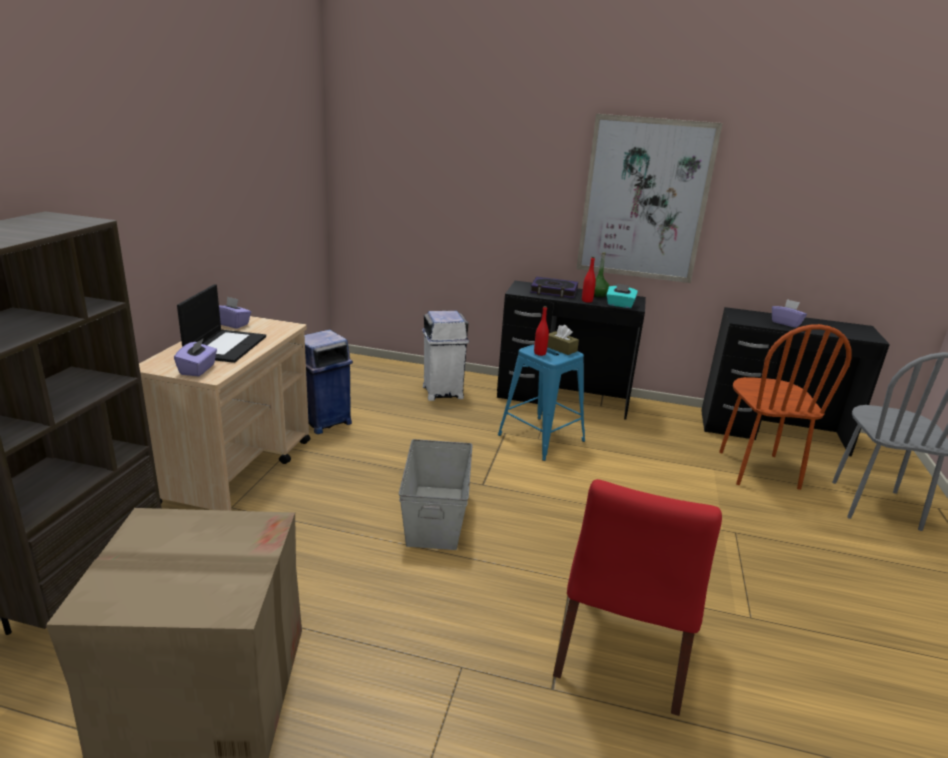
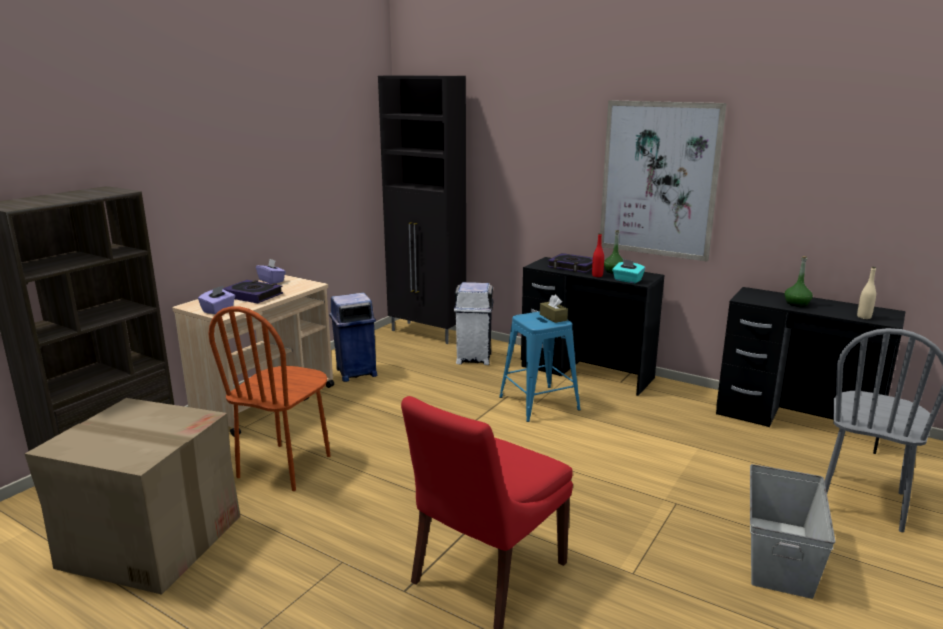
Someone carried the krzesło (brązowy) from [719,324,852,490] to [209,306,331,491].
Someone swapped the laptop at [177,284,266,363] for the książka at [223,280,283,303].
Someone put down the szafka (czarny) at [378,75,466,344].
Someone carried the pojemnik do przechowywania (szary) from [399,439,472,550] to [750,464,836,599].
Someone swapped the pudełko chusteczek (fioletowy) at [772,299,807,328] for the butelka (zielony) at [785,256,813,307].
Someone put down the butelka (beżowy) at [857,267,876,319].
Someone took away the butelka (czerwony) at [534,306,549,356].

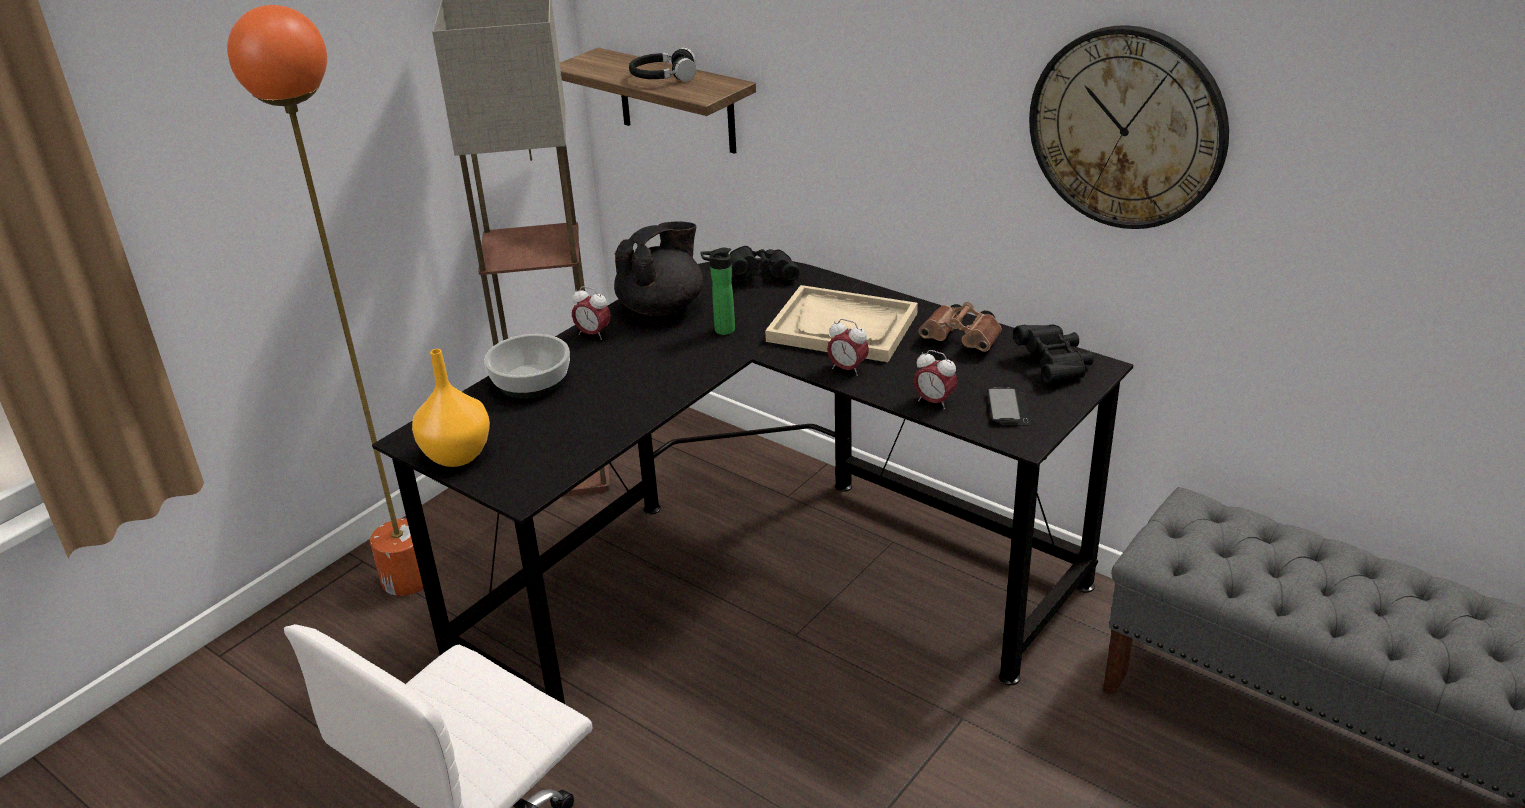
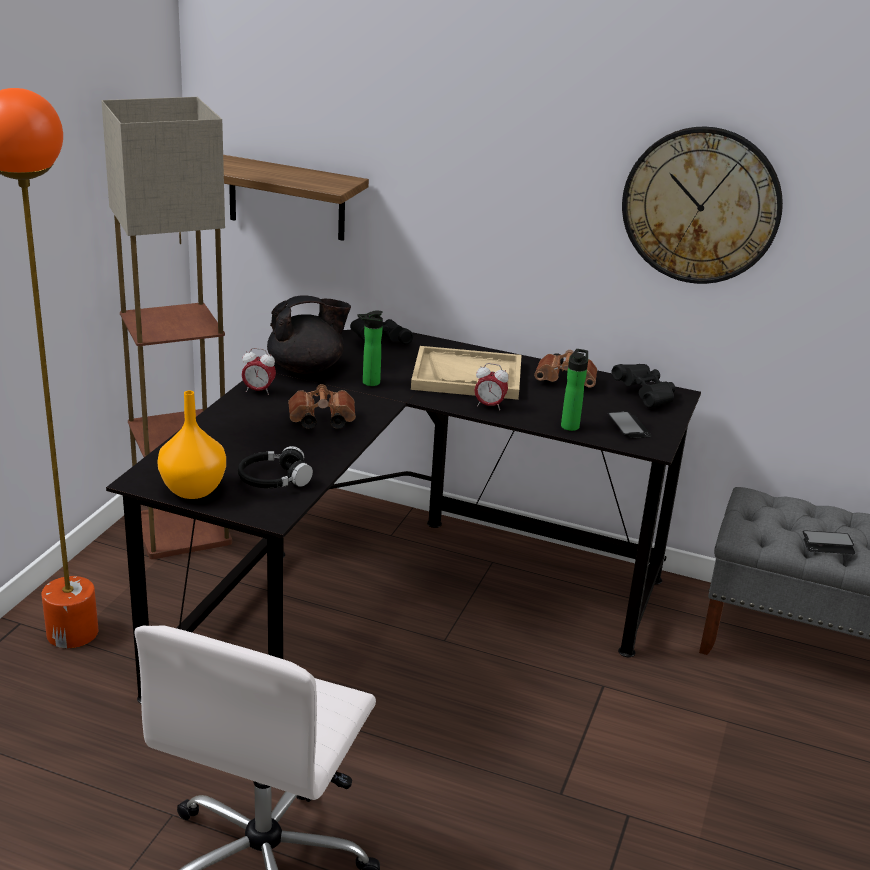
Someone carried the słuchawki (czarny) from [629,48,697,82] to [238,446,313,488].
Someone rotated the imbryk (czarny) at [614,221,703,316] by 45 degrees clockwise.
Someone put down the lornetka (brązowy) at [288,384,356,429].
Someone swapped the budzik at [914,350,958,410] for the butelka at [561,349,588,431].
Someone put down the telefon at [803,530,855,554].
Someone took away the miska at [484,334,570,399].

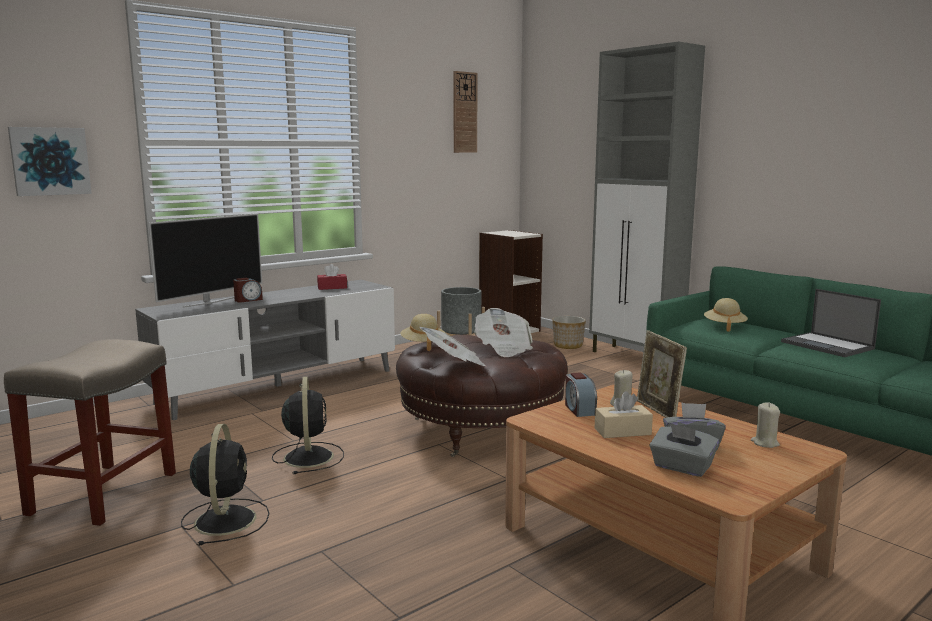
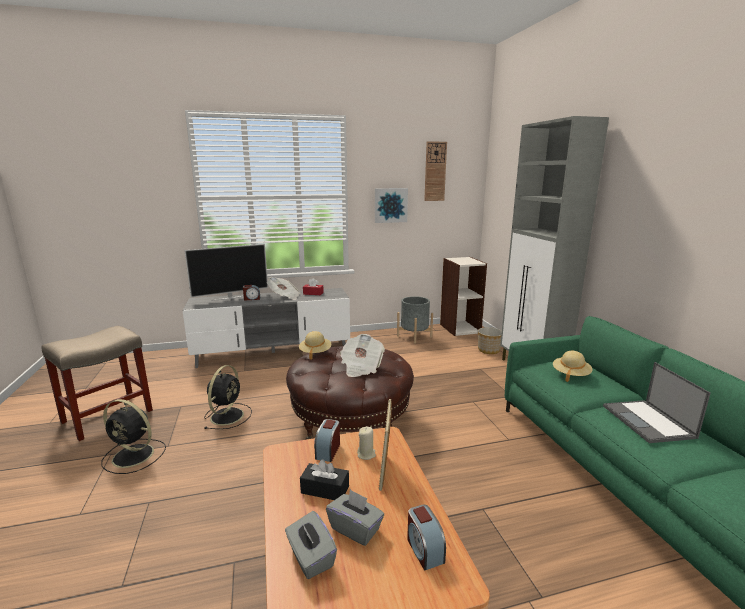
Someone rotated the wentylator (czarny) at [181,424,269,545] by 90 degrees clockwise.
Someone carried the gazeta from [419,327,486,366] to [267,277,300,300].
Someone repainted the pudełko chusteczek (beżowy) at [595,391,653,438], which became the pudełko chusteczek (czarny) at [300,459,349,500].
Someone carried the obraz from [8,127,92,196] to [375,188,408,223].
Someone swapped the świeca (beżowy) at [751,402,780,448] for the budzik at [407,505,446,571].

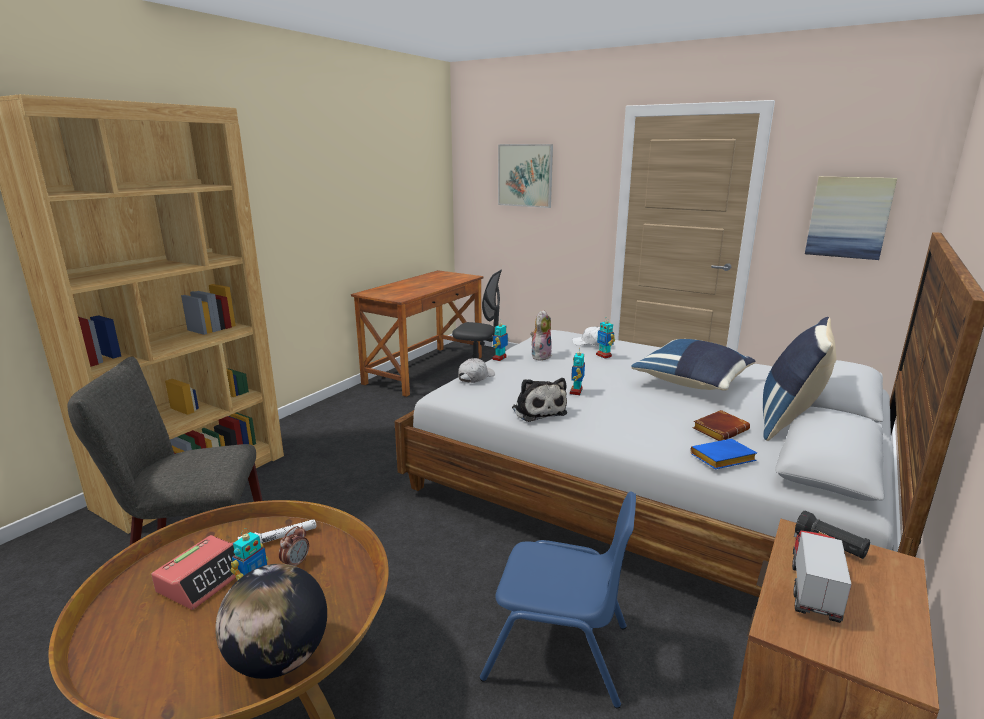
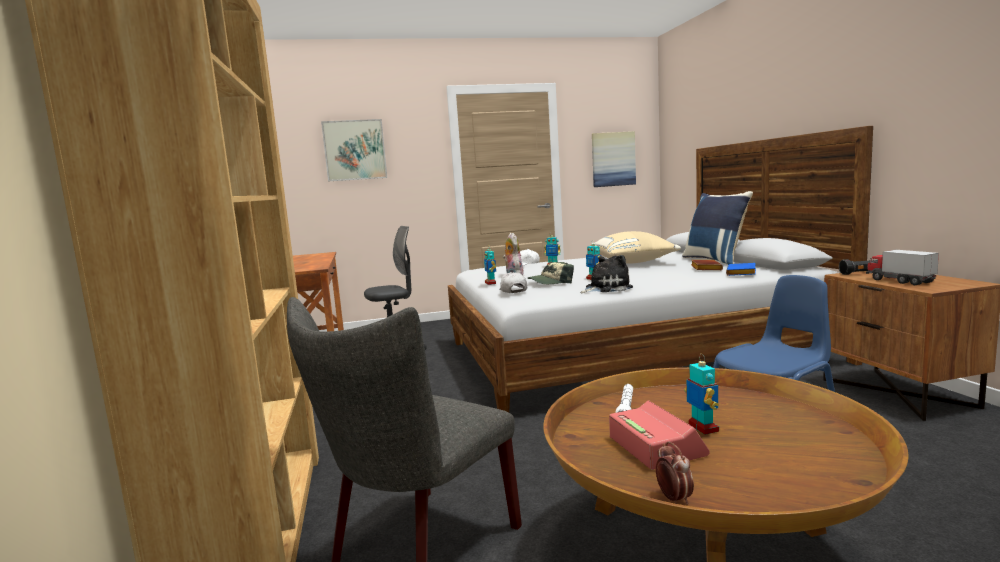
Someone put down the czapka z daszkiem at [527,262,574,284].
Someone rotated the pluszak at [512,378,567,422] by 45 degrees counterclockwise.
Someone repainted the poduszka (niebieski) at [631,339,755,391], which became the poduszka (beżowy) at [590,231,681,263].
Someone carried the budzik from [279,526,309,566] to [656,441,694,505].
Someone took away the globus at [215,564,327,679].

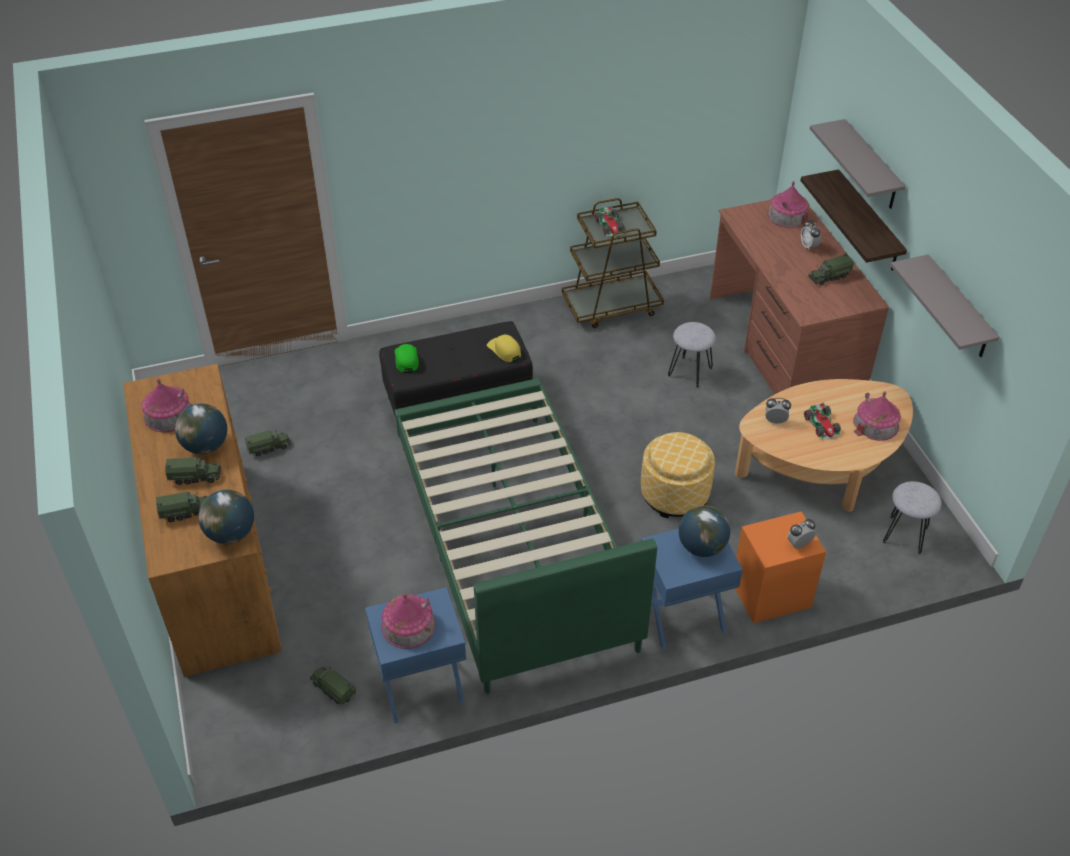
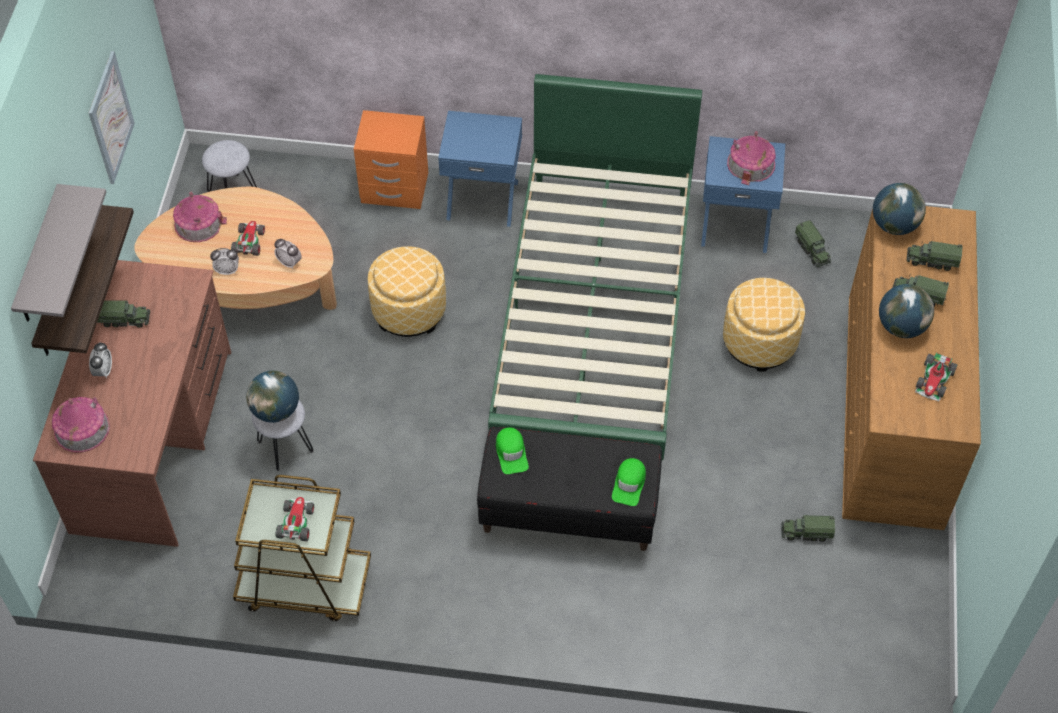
Someone swapped the półka (szary) at [890,254,1000,357] for the obraz at [89,51,135,184].
Someone carried the budzik from [787,519,816,549] to [210,248,239,275].
Someone carried the globus from [679,505,730,557] to [246,371,299,423].
Someone repainted the czapka z daszkiem (żółty) at [487,335,521,362], which became the czapka z daszkiem (zielony) at [496,427,529,474].
Someone put down the pufa at [723,278,805,372].
Someone swapped the domek at [142,379,192,432] for the samochodzik at [915,352,957,401].

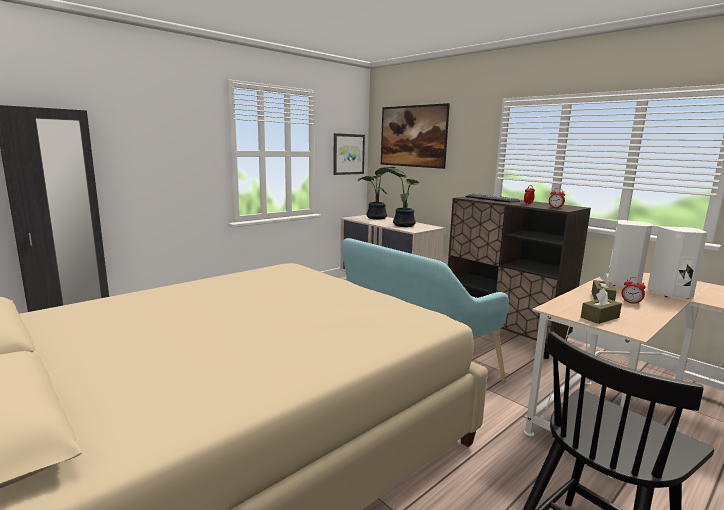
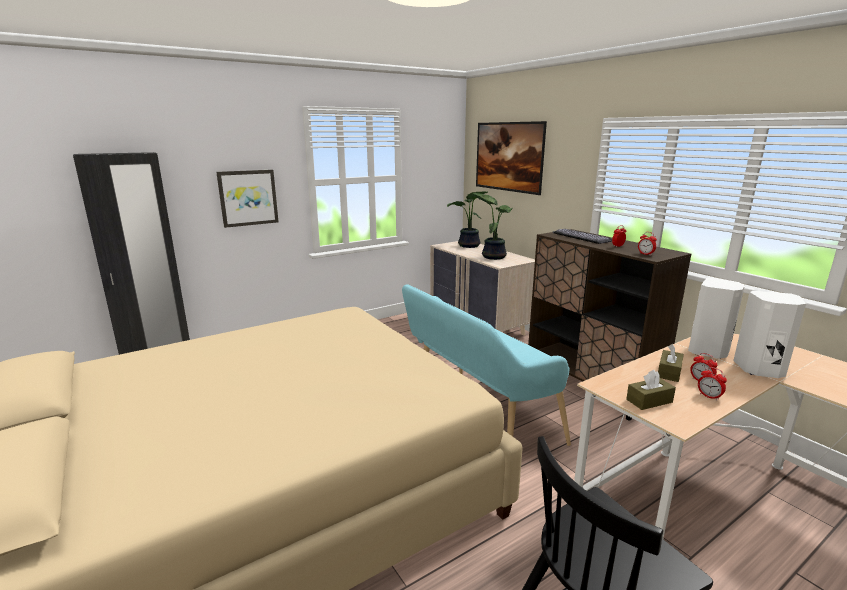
Someone carried the obraz from [333,133,365,175] to [216,170,279,228].
Someone put down the budzik at [698,367,727,401].

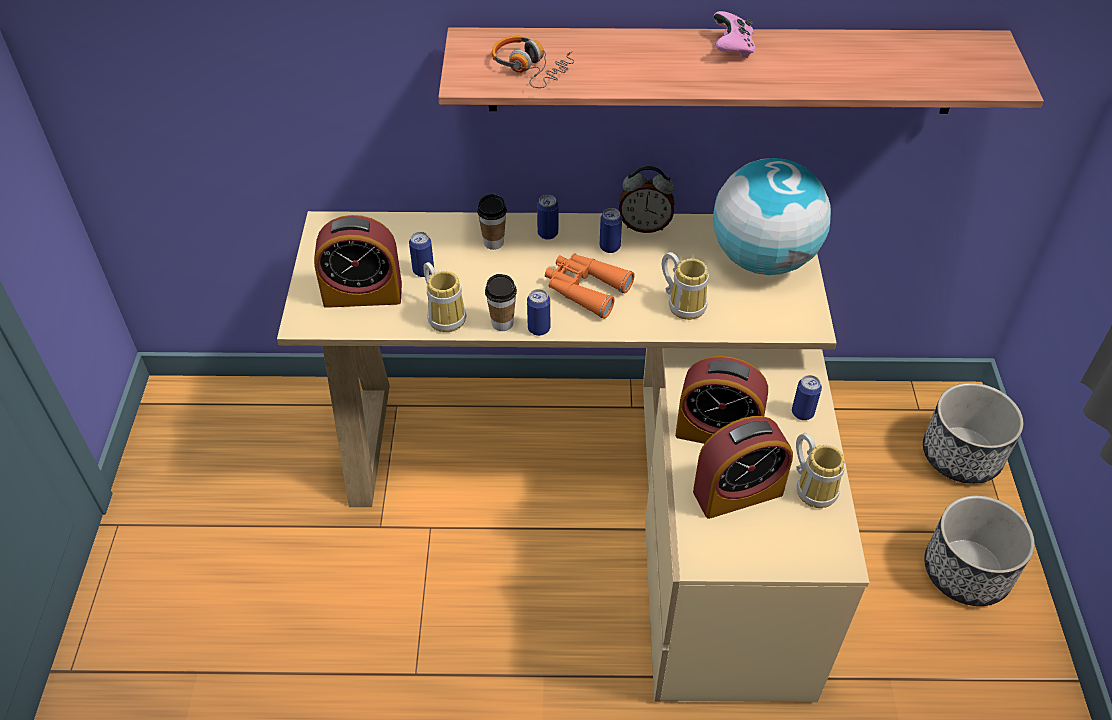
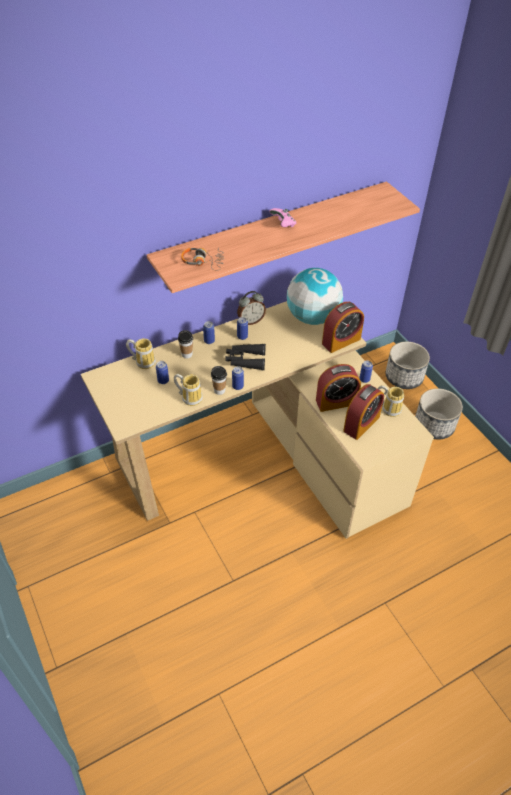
Someone carried the kubek from [662,252,709,320] to [126,338,156,369].
Someone repainted the lornetka (pomarańczowy) at [545,253,635,319], which became the lornetka (czarny) at [225,344,266,370].
Someone carried the budzik from [314,215,402,308] to [322,302,364,353].

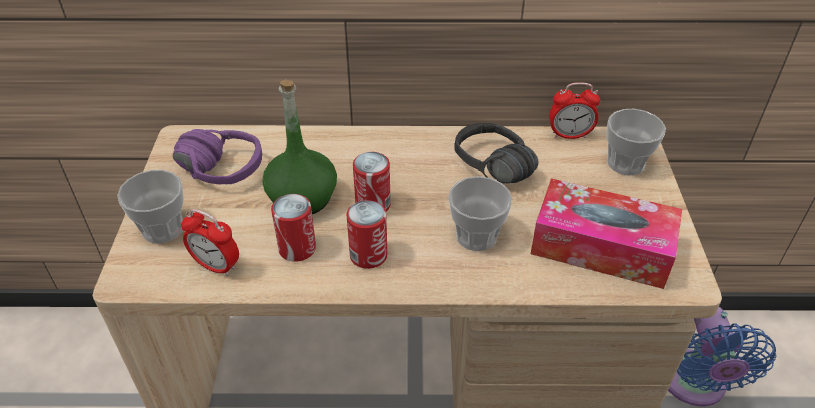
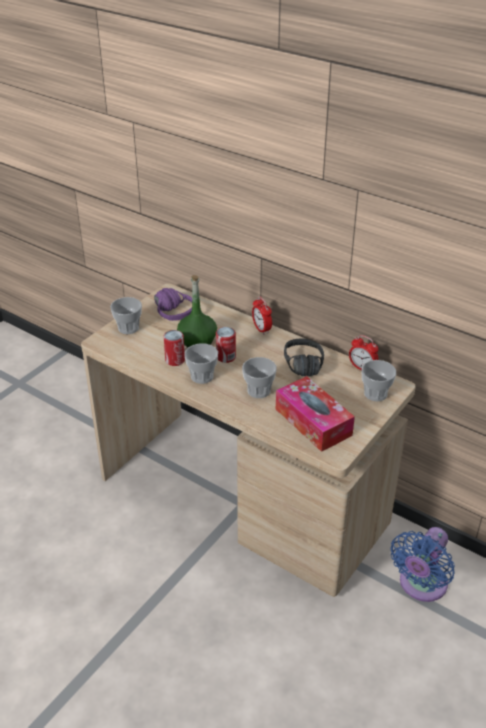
Someone swapped the puszka at [347,200,387,269] for the filiżanka at [184,343,218,384].
Someone carried the budzik from [181,209,239,277] to [252,297,272,335].

